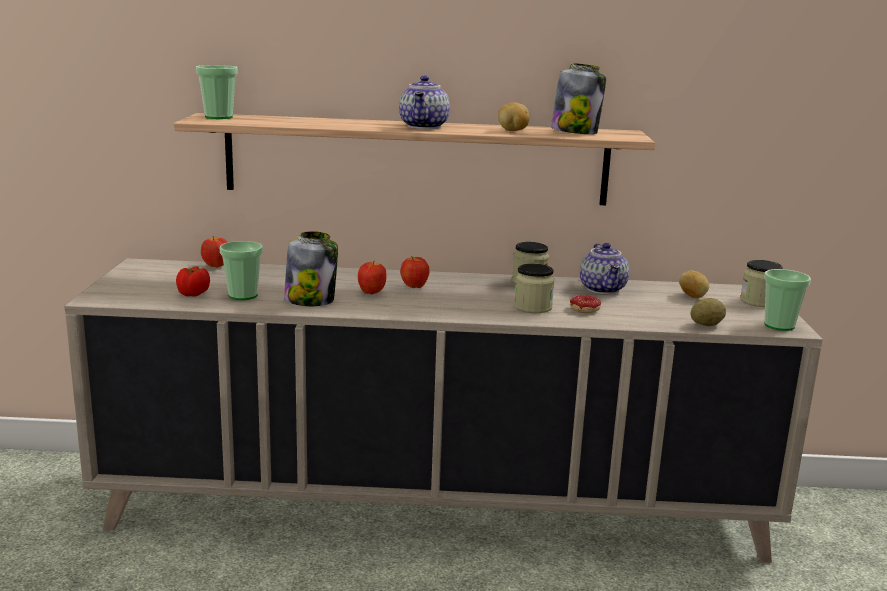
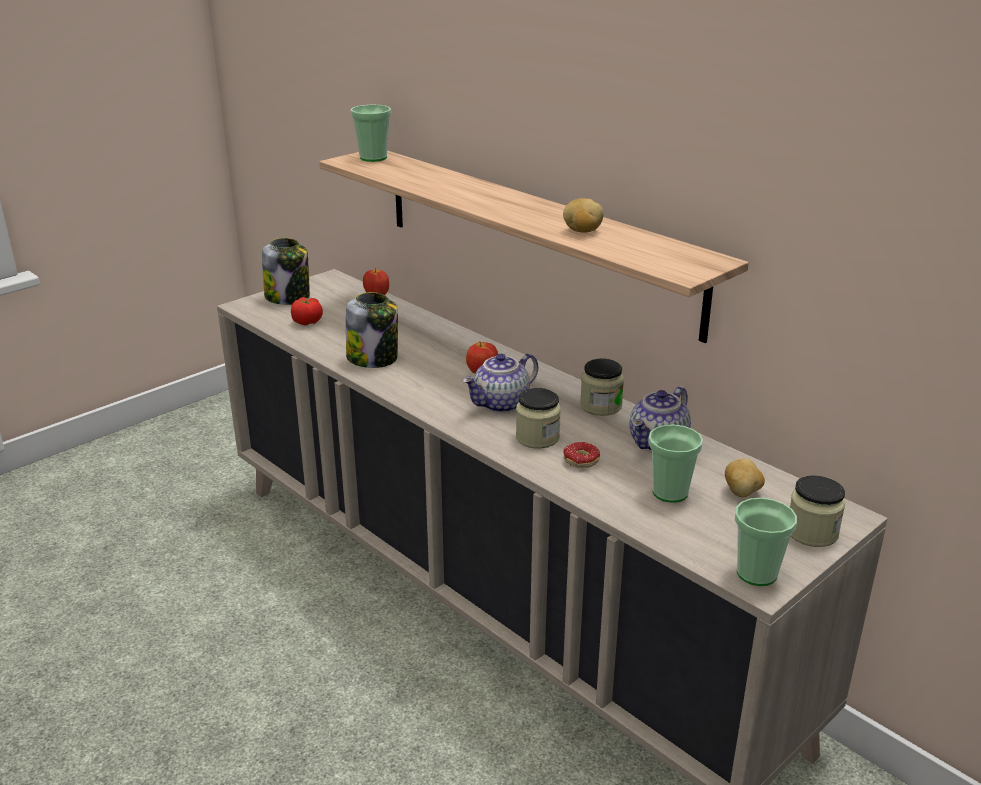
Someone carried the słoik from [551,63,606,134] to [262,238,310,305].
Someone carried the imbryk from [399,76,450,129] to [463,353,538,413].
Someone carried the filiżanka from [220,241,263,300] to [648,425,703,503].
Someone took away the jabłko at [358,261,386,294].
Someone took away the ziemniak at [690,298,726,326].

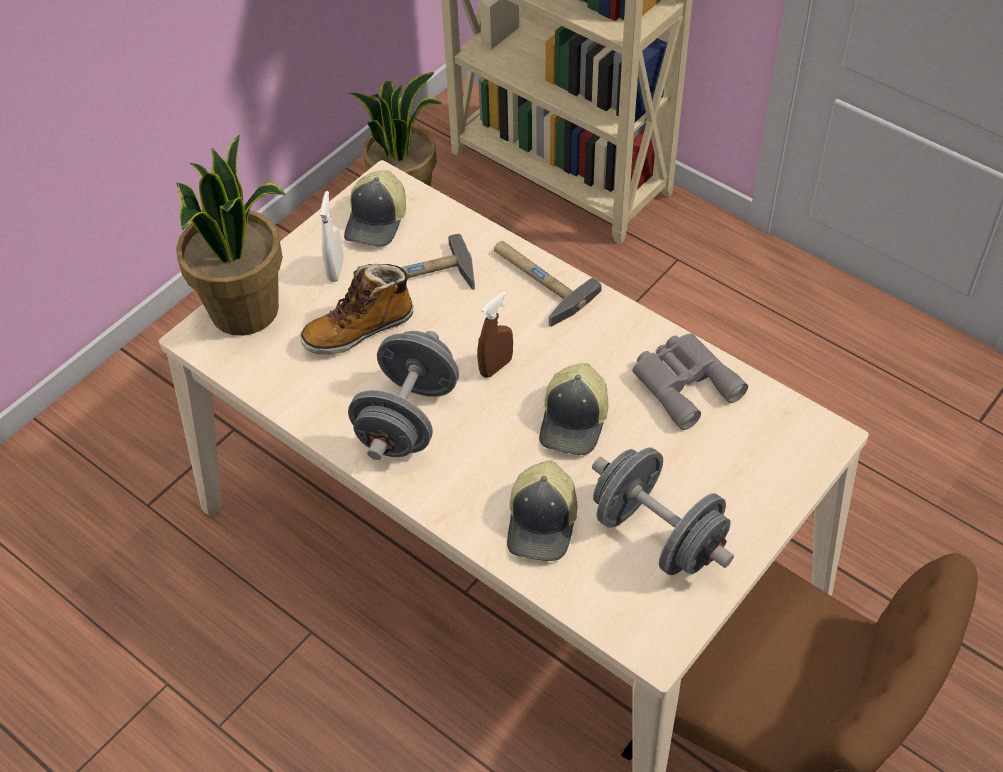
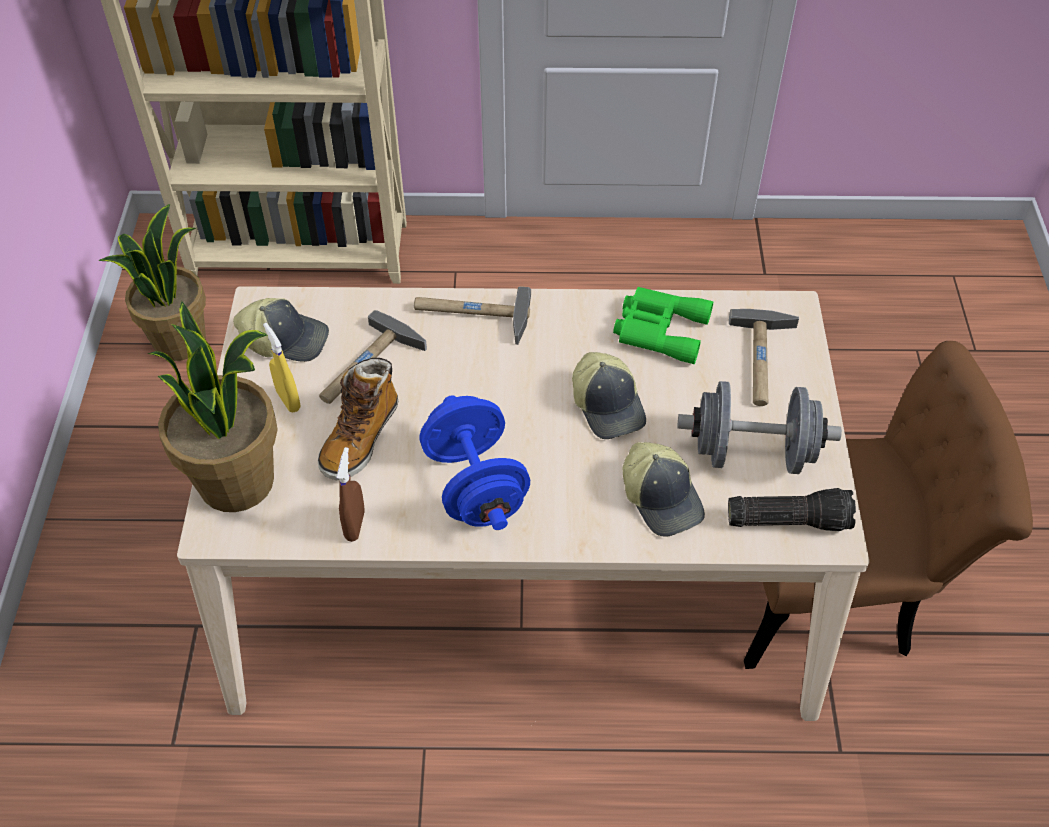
Someone rotated the czapka z daszkiem at [344,170,406,247] by 60 degrees counterclockwise.
Someone repainted the spryskiwacz (biały) at [320,191,344,282], which became the spryskiwacz (żółty) at [263,323,301,412].
Someone carried the spryskiwacz (brązowy) from [477,291,513,378] to [337,447,365,542].
Someone repainted the hantel (szary) at [348,331,459,460], which became the hantel (niebieski) at [420,395,530,530].
Someone repainted the lornetka (szary) at [633,334,748,430], which became the lornetka (zielony) at [613,287,713,364].
Someone put down the latarka at [728,488,856,531].
Someone put down the młotek at [729,309,799,406].

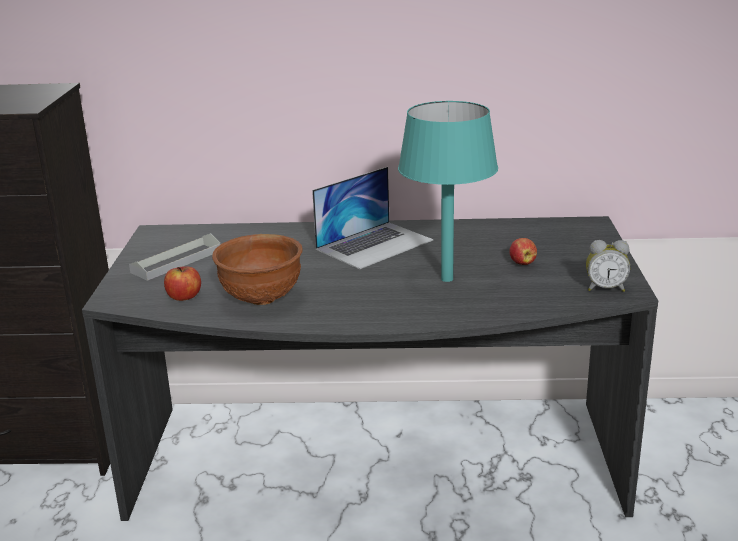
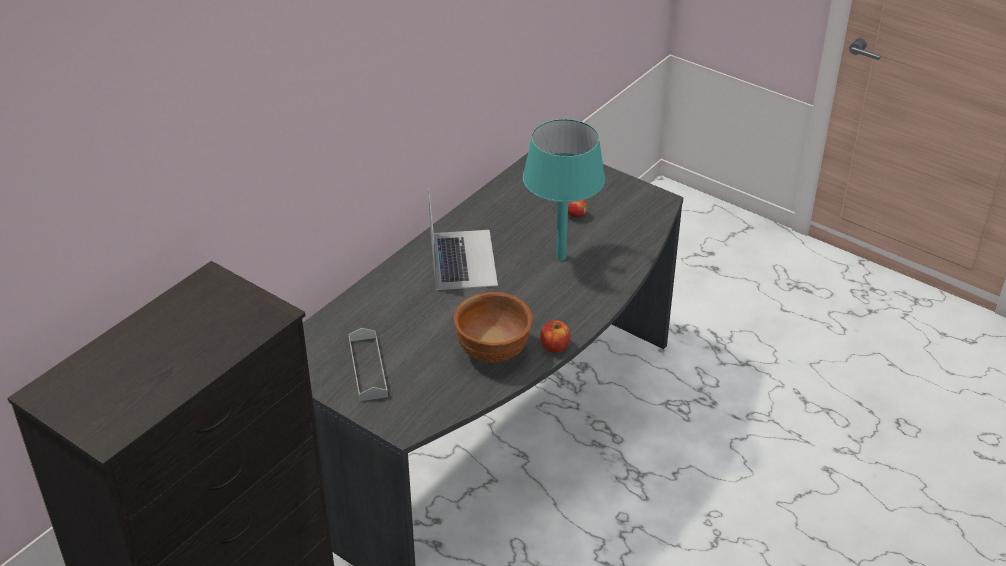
Someone carried the jabłko from [164,266,201,301] to [540,320,570,353].
Someone took away the budzik at [586,240,630,292].

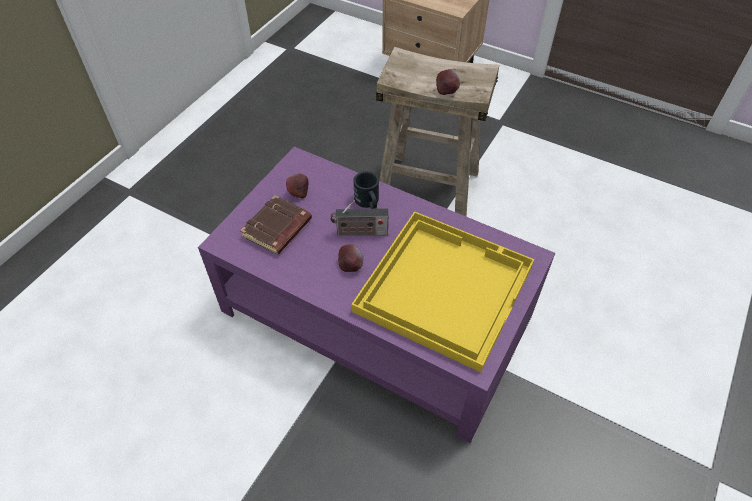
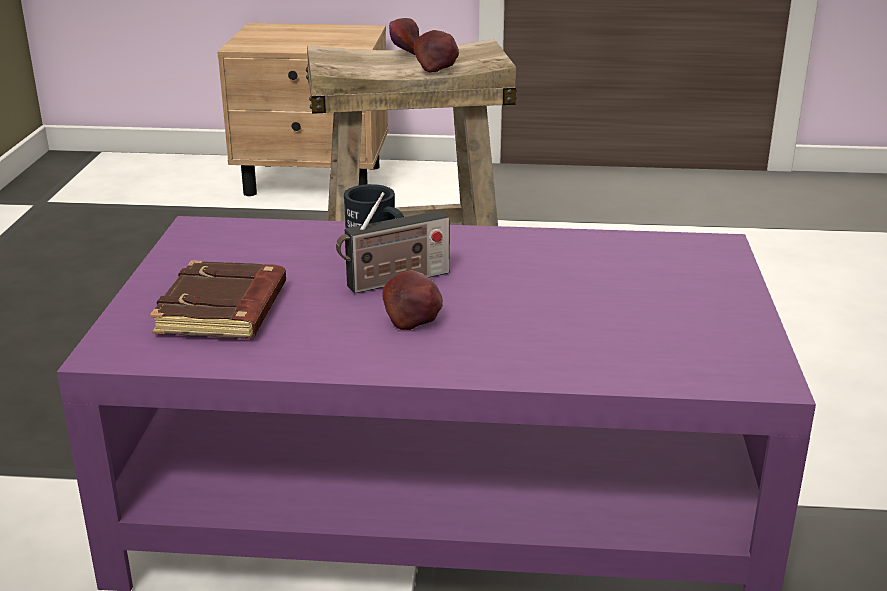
Someone carried the jabłko from [286,173,309,199] to [389,18,419,55].
Someone took away the taca (żółty) at [351,211,534,372].

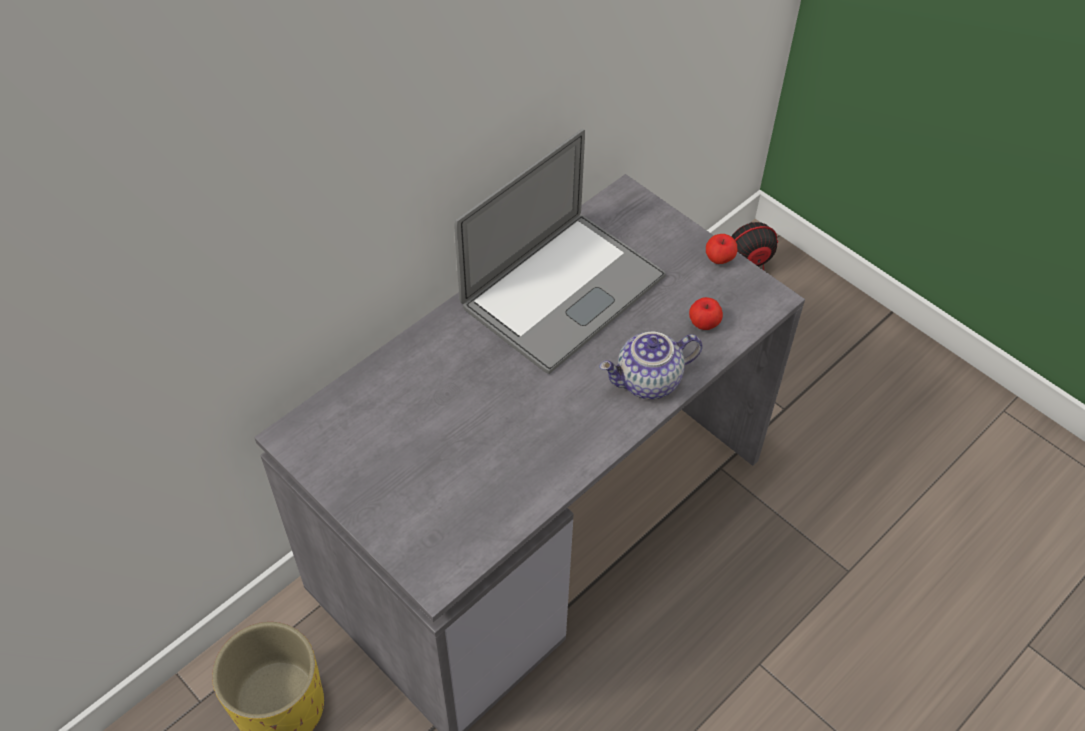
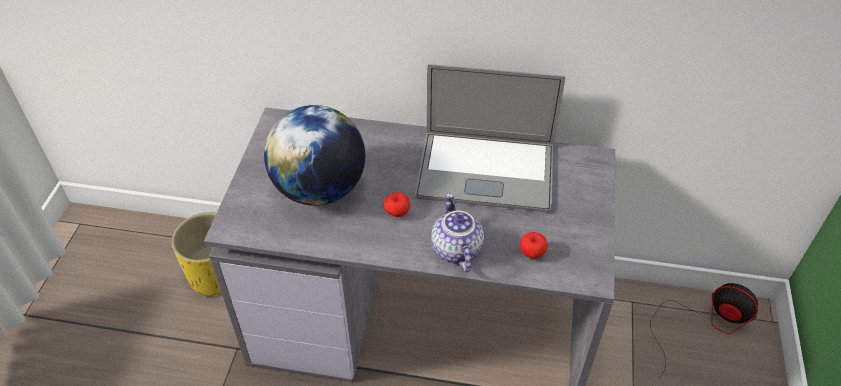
Someone put down the globus at [264,105,365,206].
Someone carried the jabłko from [706,234,738,264] to [383,192,410,217].
Someone rotated the imbryk at [599,332,703,399] by 45 degrees clockwise.

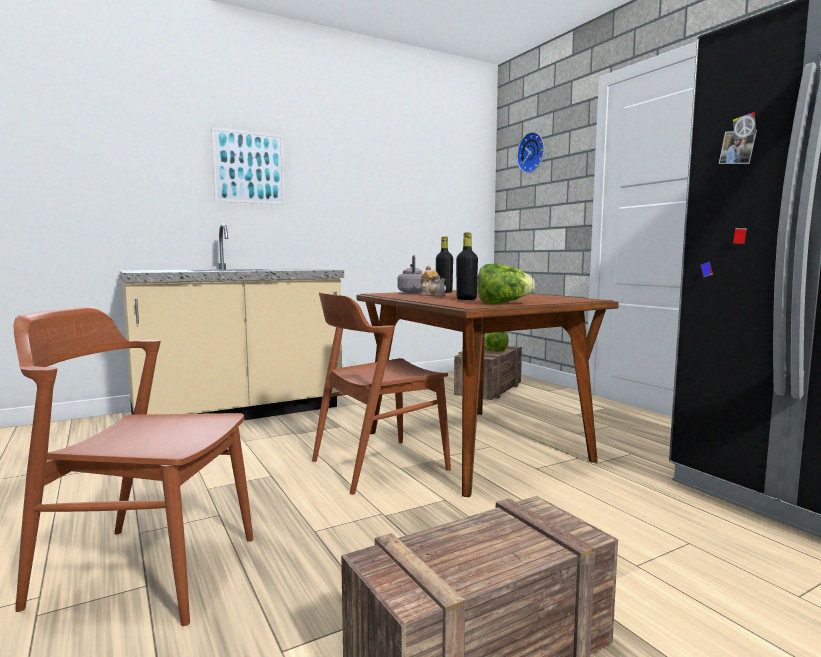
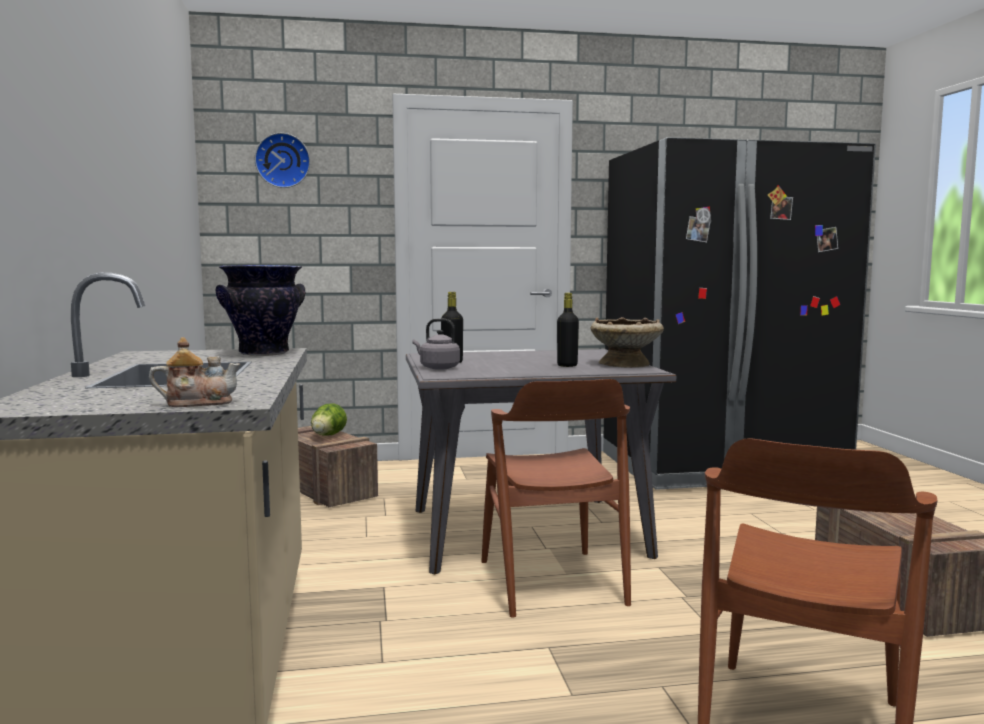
Someone carried the imbryk from [420,265,446,296] to [149,337,241,407].
Someone put down the wazon at [216,265,305,356].
Someone repainted the stół jadalny (brązowy) at [357,290,619,497], which became the stół jadalny (szary) at [406,349,676,574].
Someone swapped the sałata at [477,264,535,304] for the miska (beżowy) at [591,317,664,368].
Someone took away the obraz at [211,127,285,205].

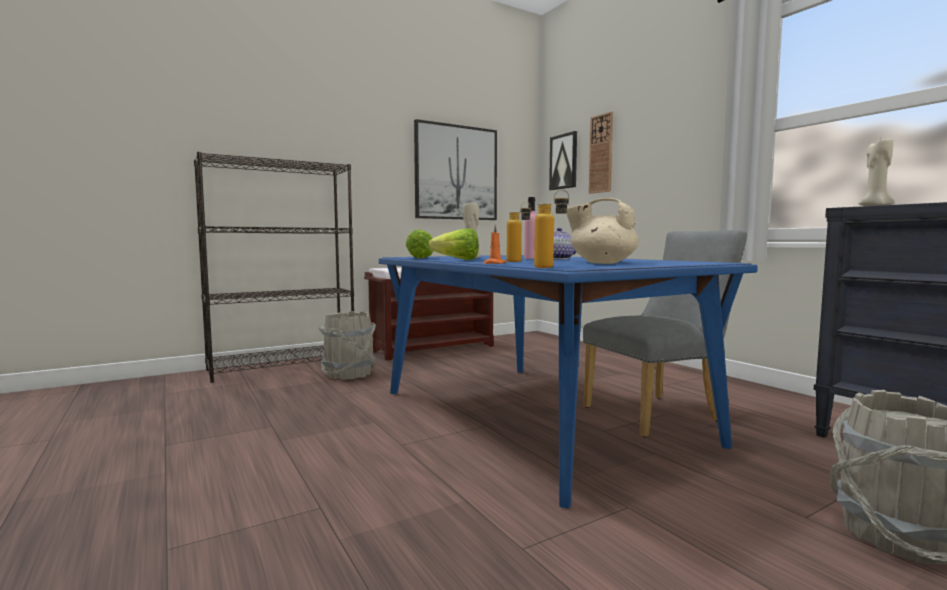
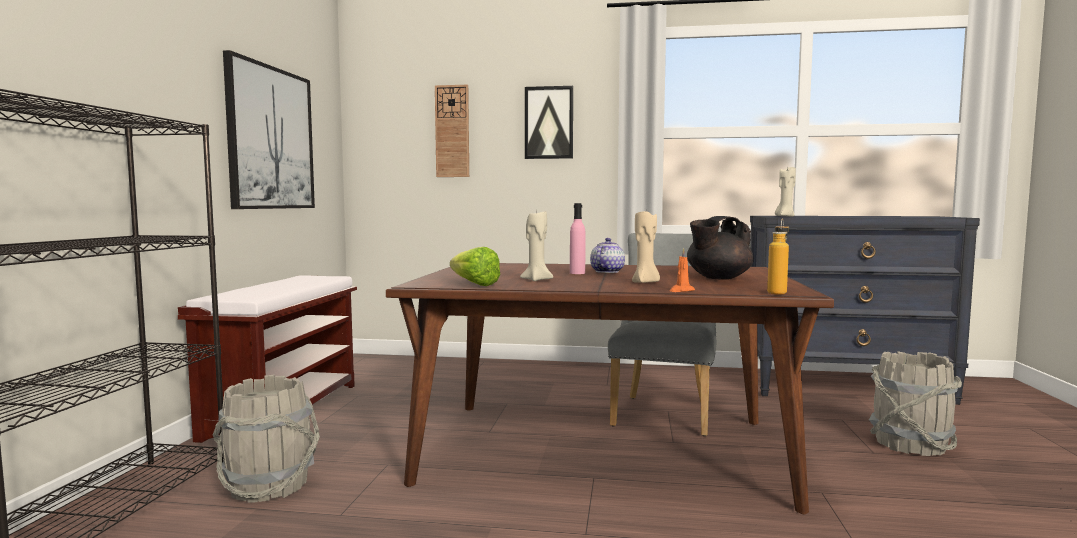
Someone repainted the stół jadalny (niebieski) at [379,255,758,508], which became the stół jadalny (brązowy) at [386,263,834,514].
Someone carried the obraz from [549,131,577,190] to [525,86,573,159].
Someone swapped the butelka at [507,202,531,262] for the świeca (beżowy) at [632,211,660,283].
Someone repainted the imbryk (beżowy) at [566,198,639,264], which became the imbryk (czarny) at [687,216,754,280].
Someone took away the sałata at [429,228,479,260].

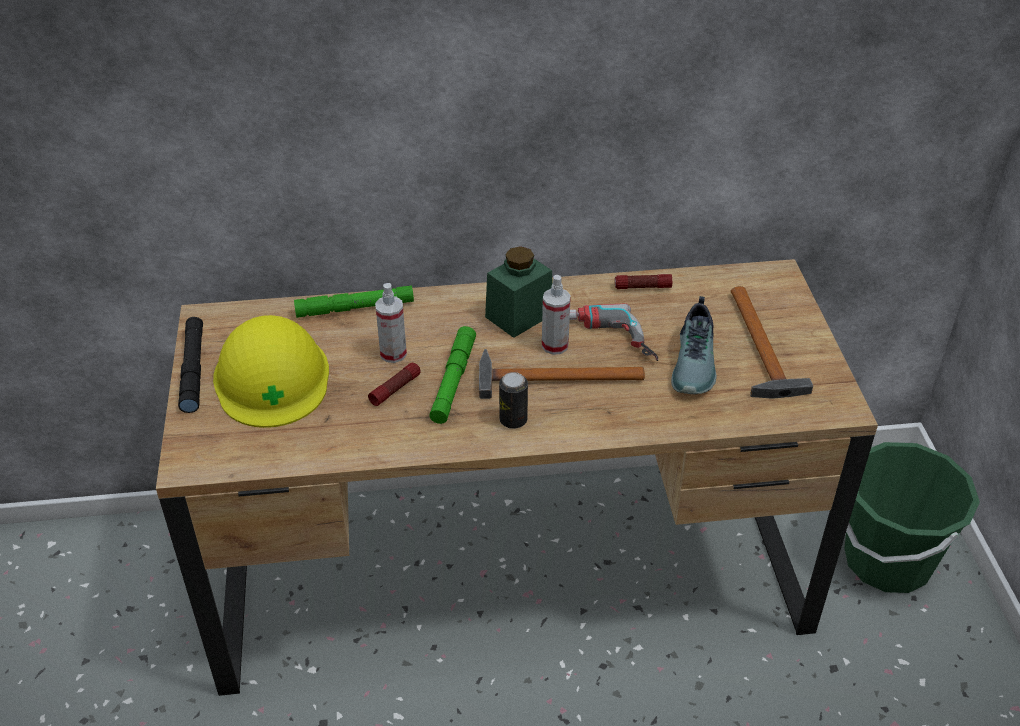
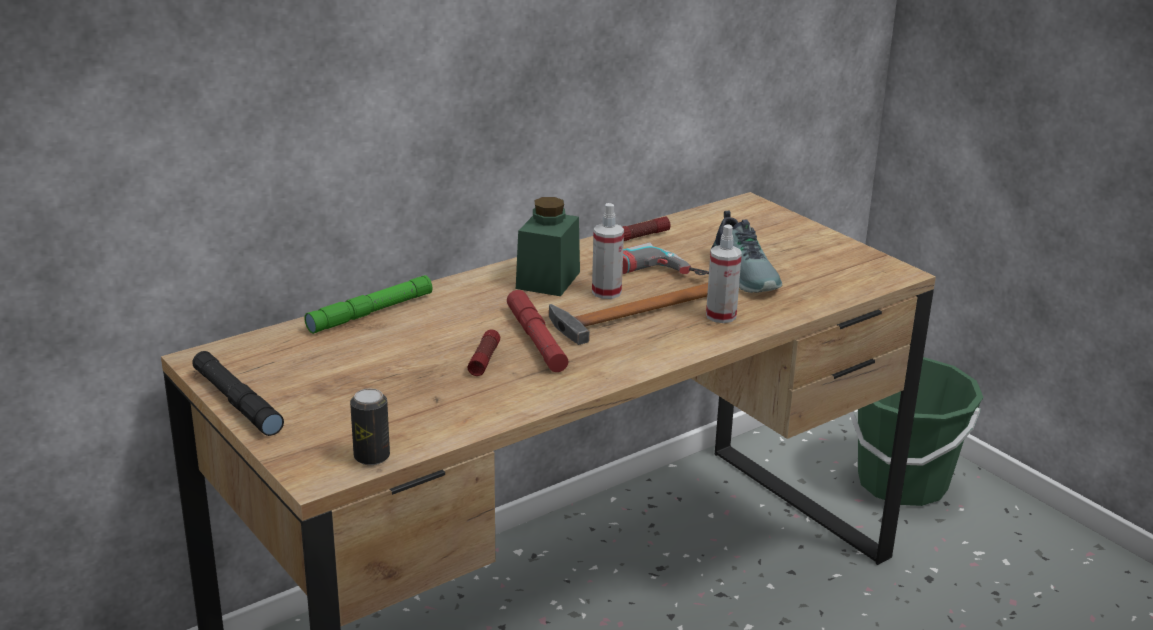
Someone carried the puszka from [499,372,528,429] to [350,389,390,465].
Someone repainted the latarka (zielony) at [429,326,476,424], which became the latarka (czerwony) at [507,290,568,372].
Someone carried the spryskiwacz from [375,283,407,363] to [706,224,742,323].
Someone took away the kask (żółty) at [213,315,329,428].
Someone took away the młotek at [731,286,813,399].

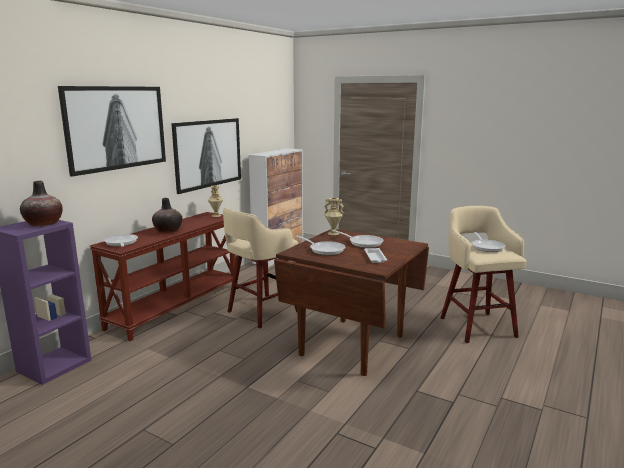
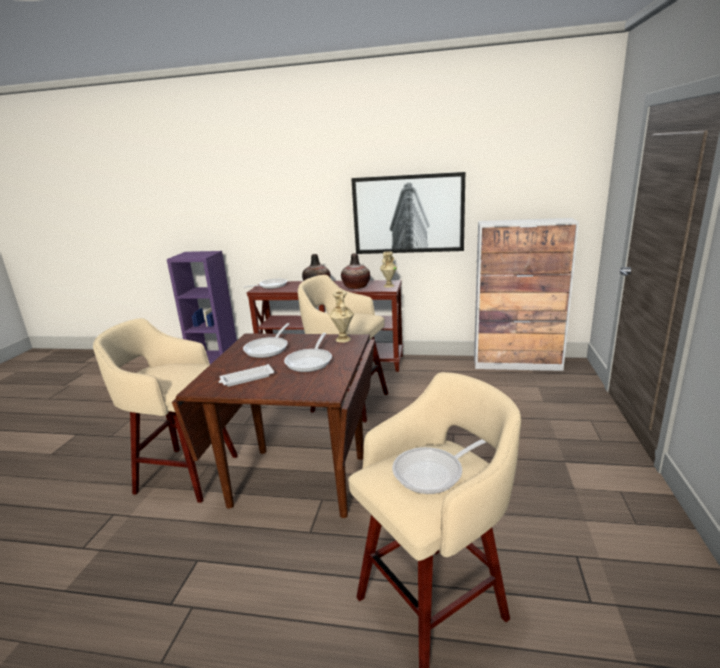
Someone put down the stołek (beżowy) at [93,318,238,503].
Someone carried the wazon from [20,181,63,226] to [341,253,370,289].
Someone took away the obraz at [58,86,166,177].

